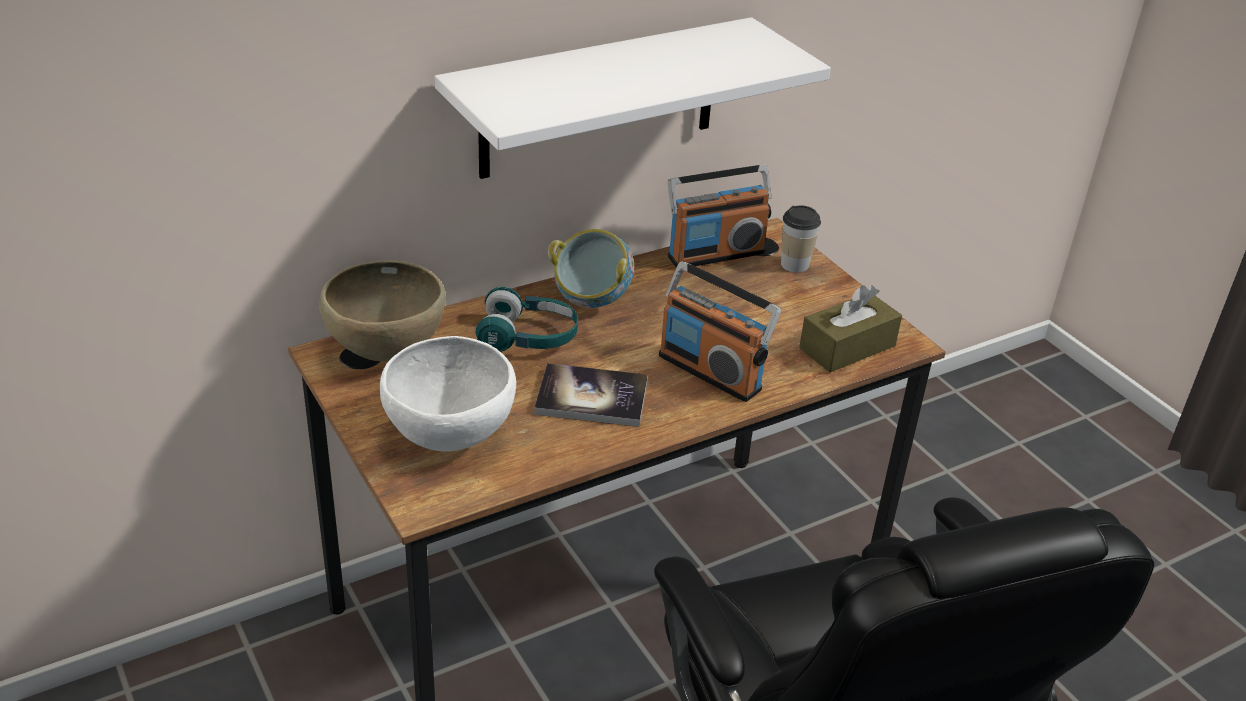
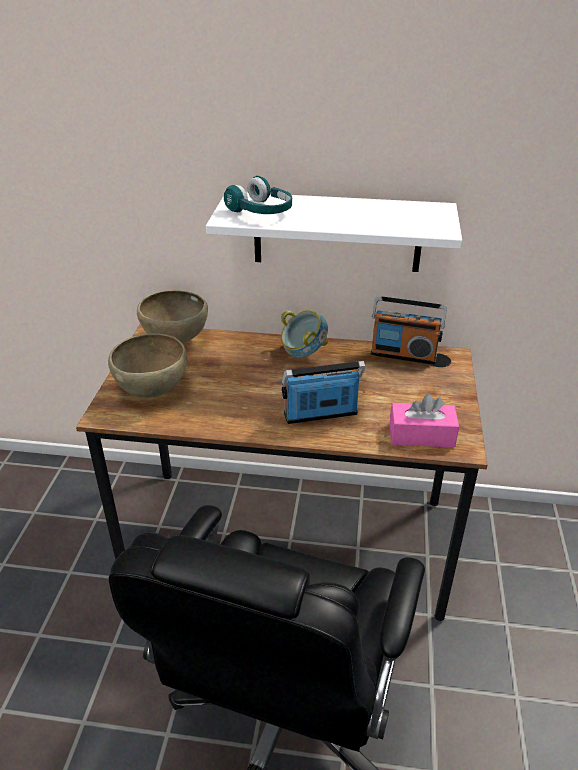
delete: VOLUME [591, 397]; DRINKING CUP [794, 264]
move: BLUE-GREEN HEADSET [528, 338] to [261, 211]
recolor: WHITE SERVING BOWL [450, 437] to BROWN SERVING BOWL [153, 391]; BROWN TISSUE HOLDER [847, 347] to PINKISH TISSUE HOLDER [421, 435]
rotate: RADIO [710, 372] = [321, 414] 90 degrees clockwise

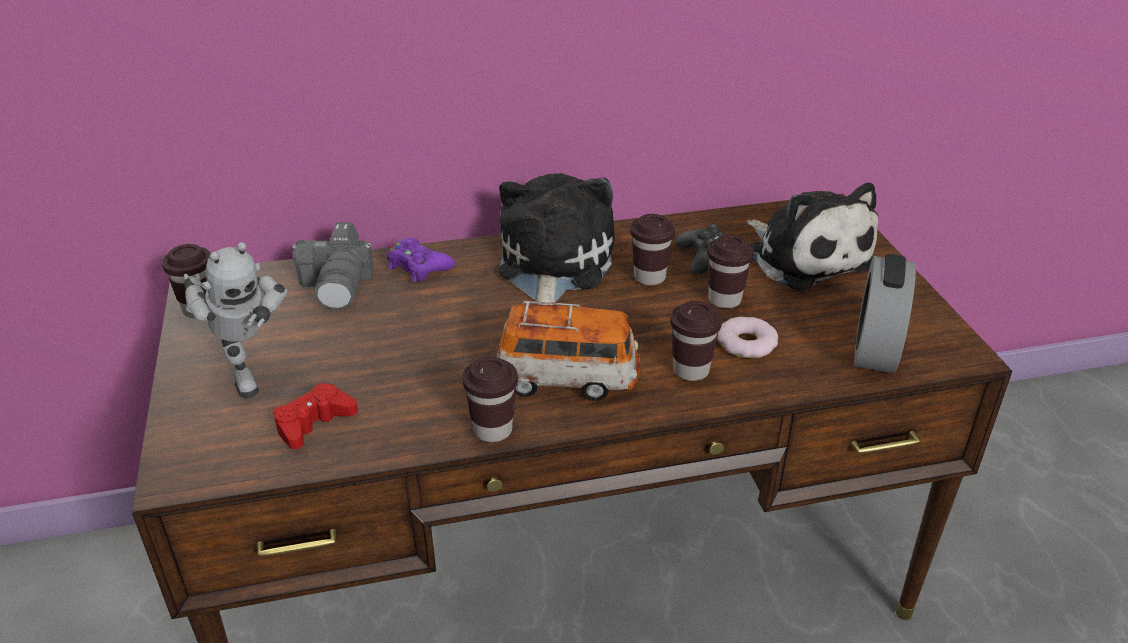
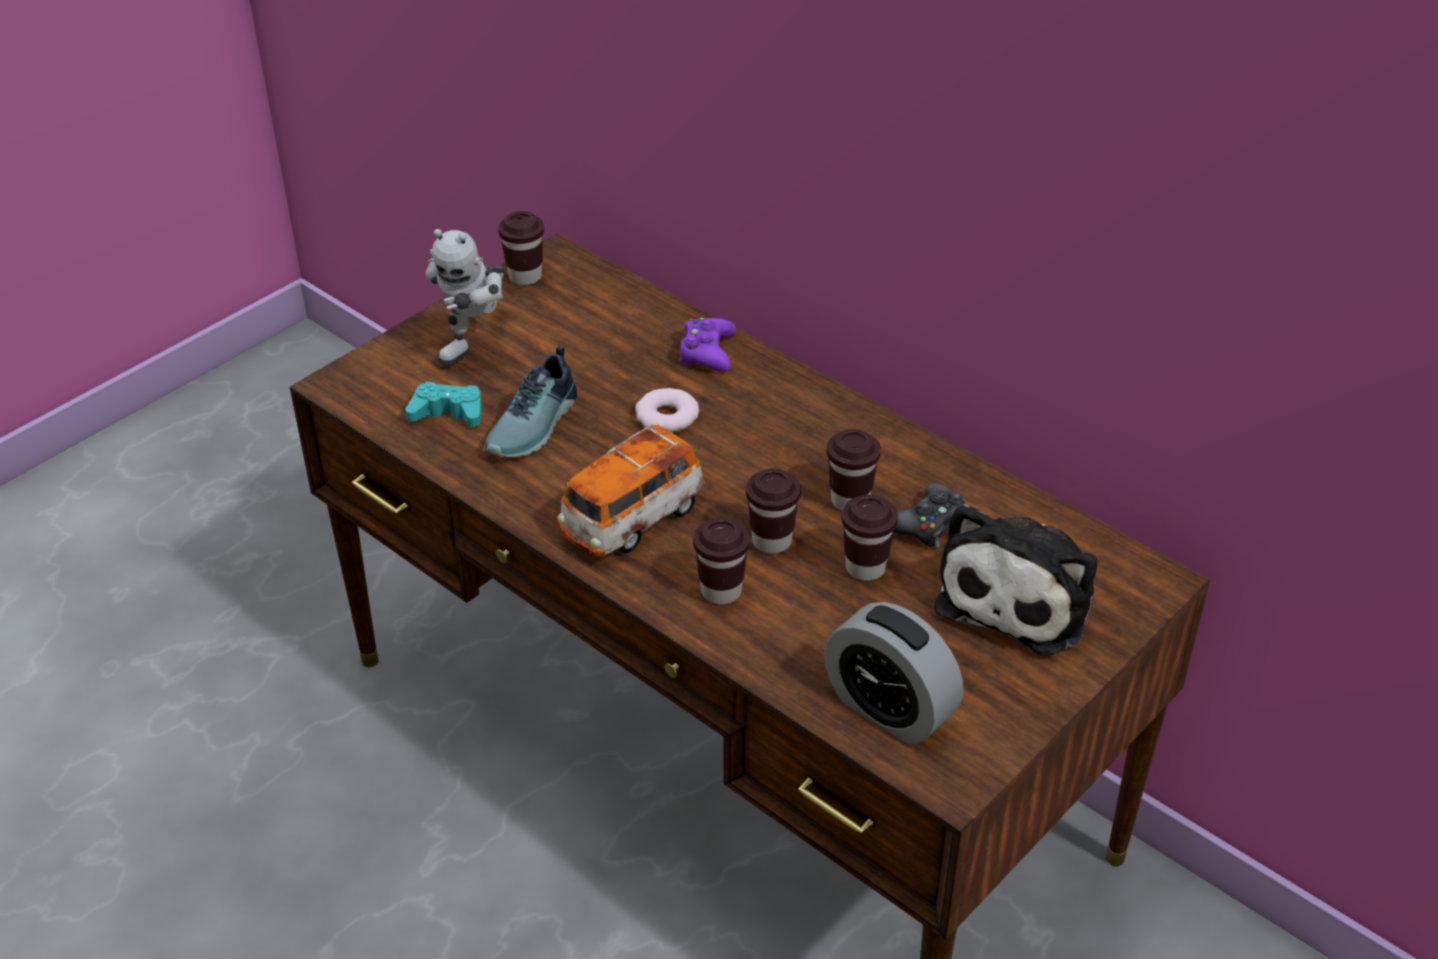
delete: PHOTO CAMERA [338, 285]; PLUSH TOY [552, 265]
insert: ITEM OF FOOTWEAR [536, 425]
move: BROWN DRINKING CUP [493, 430] to [771, 541]; DOUGHNUT [747, 343] to [667, 417]
recolor: RED GAME CONTROLLER [314, 423] to BLUE-GREEN GAME CONTROLLER [448, 413]
rotate: MODEL CAR [567, 379] = [632, 520] 75 degrees clockwise; ALARM CLOCK [875, 349] = [889, 709] 120 degrees counterclockwise

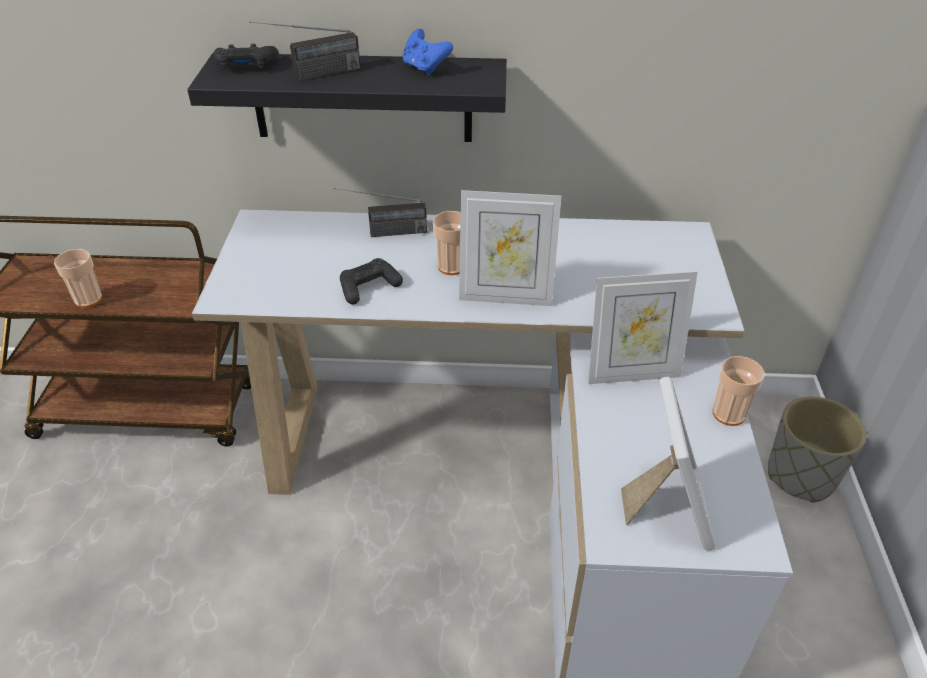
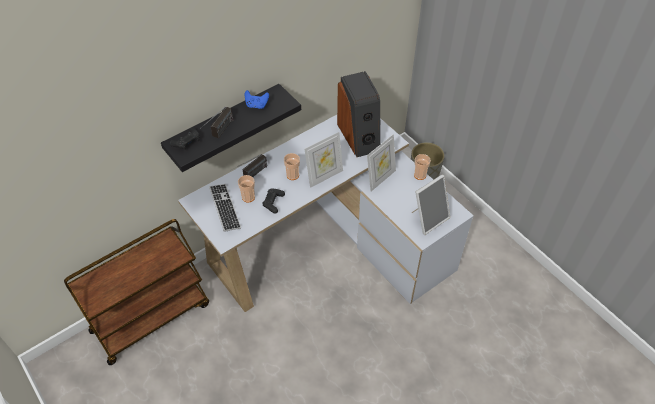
insert: PC KEYBOARD [225, 208]; SPEAKER [359, 136]
move: DRINKING CUP [88, 299] to [248, 197]
rotate: STANDING FRAME [667, 507] = [428, 218] 90 degrees clockwise

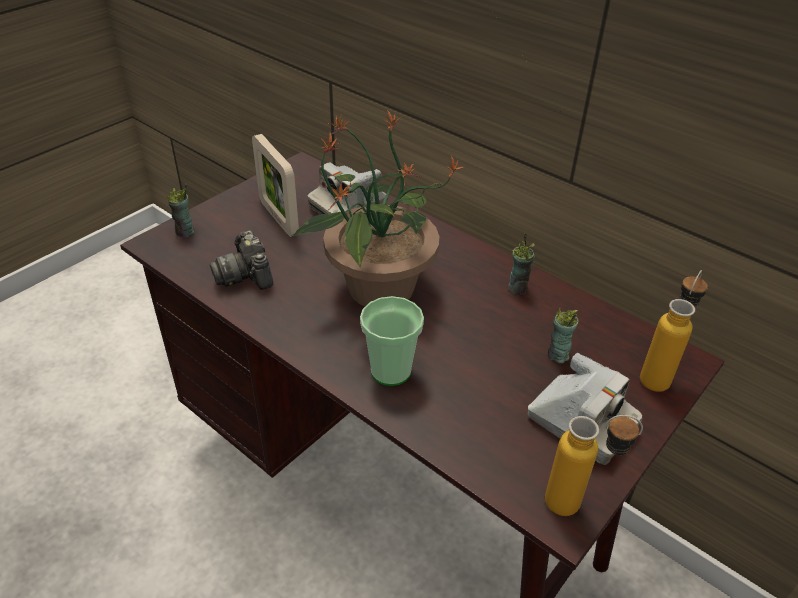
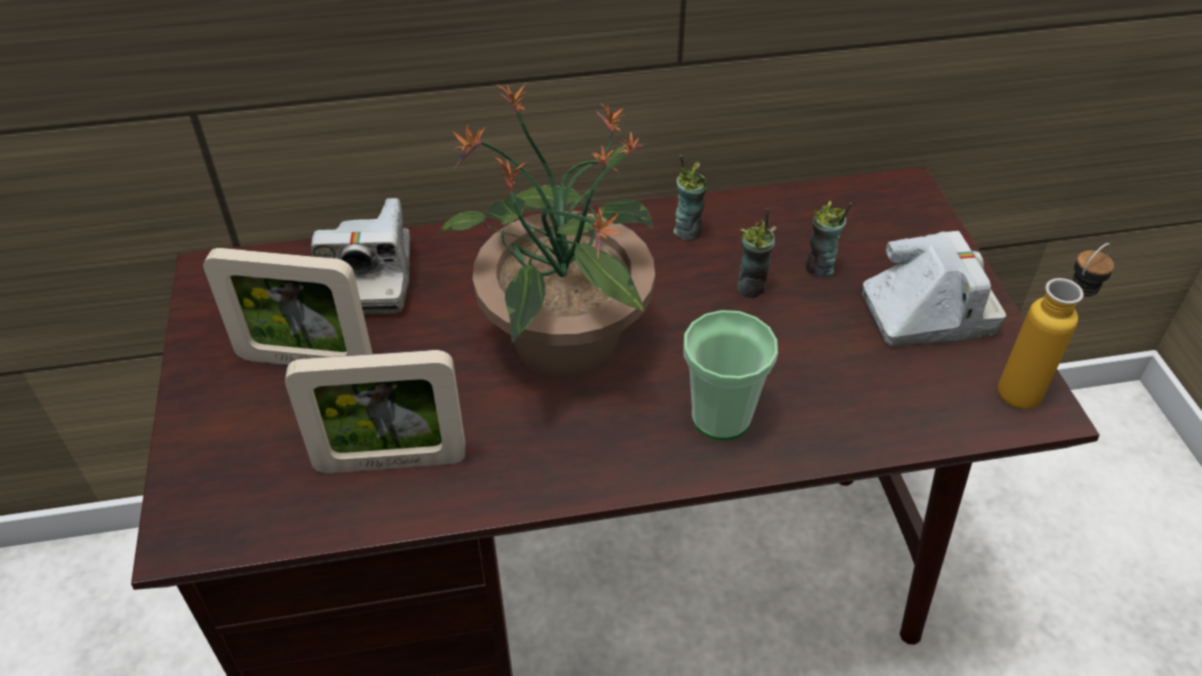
delete: BEVERAGE BOTTLE [659, 374]
move: DRINKING CUP [185, 232] to [751, 288]
replace: PHOTO CAMERA [246, 275] to STANDING FRAME [391, 462]

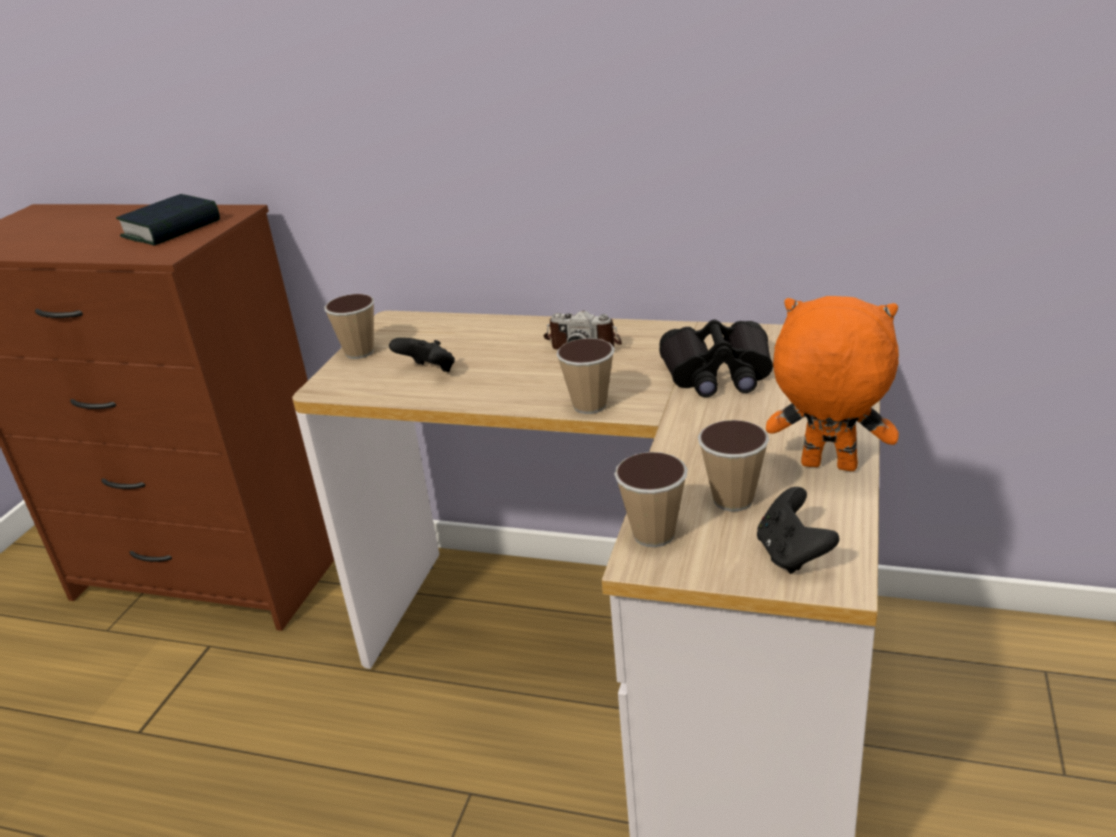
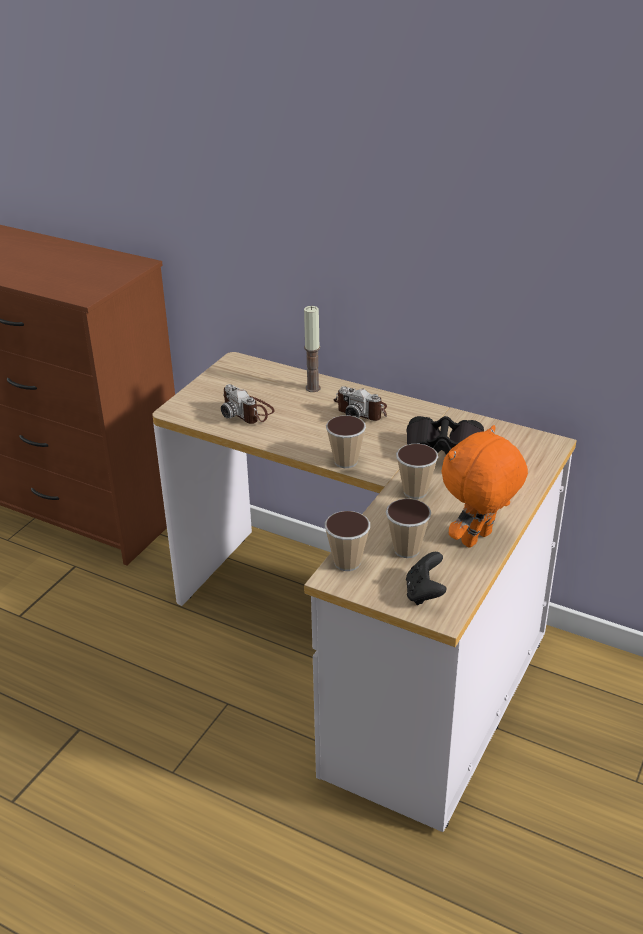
delete: VOLUME [172, 229]
insert: WAX CANDLE [313, 388]
move: DRINKING CUP [359, 352] to [415, 491]
replace: BLACKISH GAME CONTROLLER [428, 372] to PHOTO CAMERA [248, 412]
rotate: ORANGE-COLOURED PLUSH TOY [827, 467] = [478, 540] 75 degrees counterclockwise

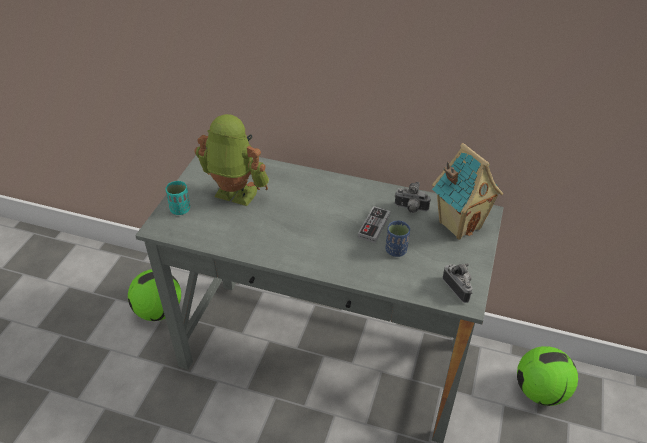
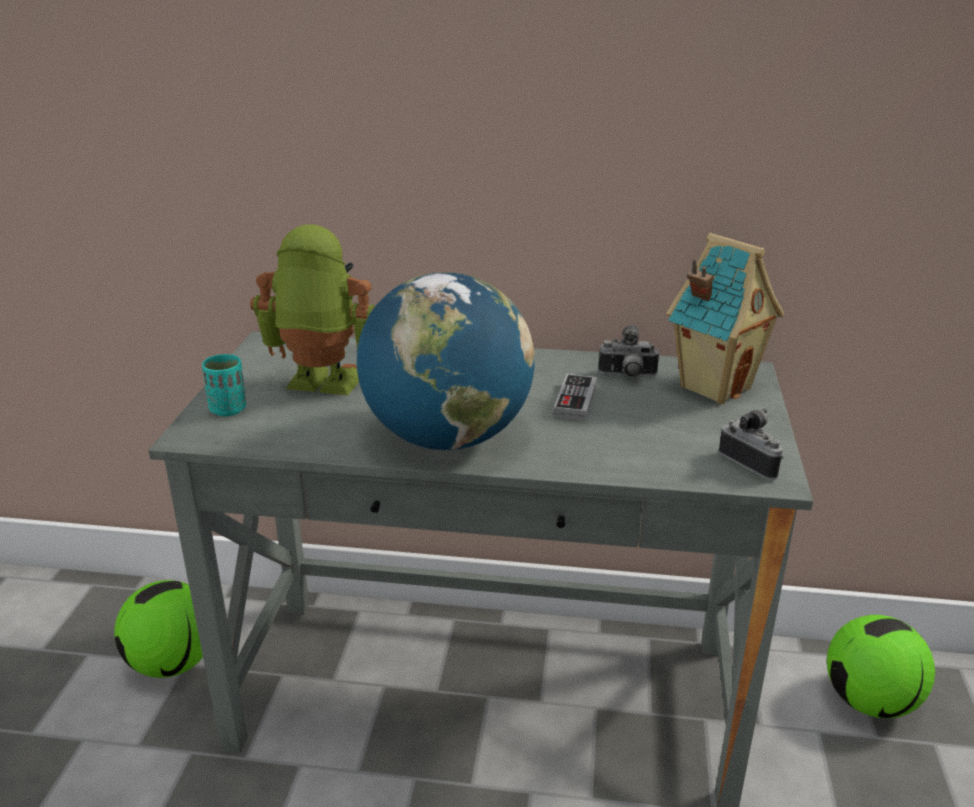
delete: BLUISH DRINKING CUP [396, 250]
insert: DESK GLOBE [447, 437]

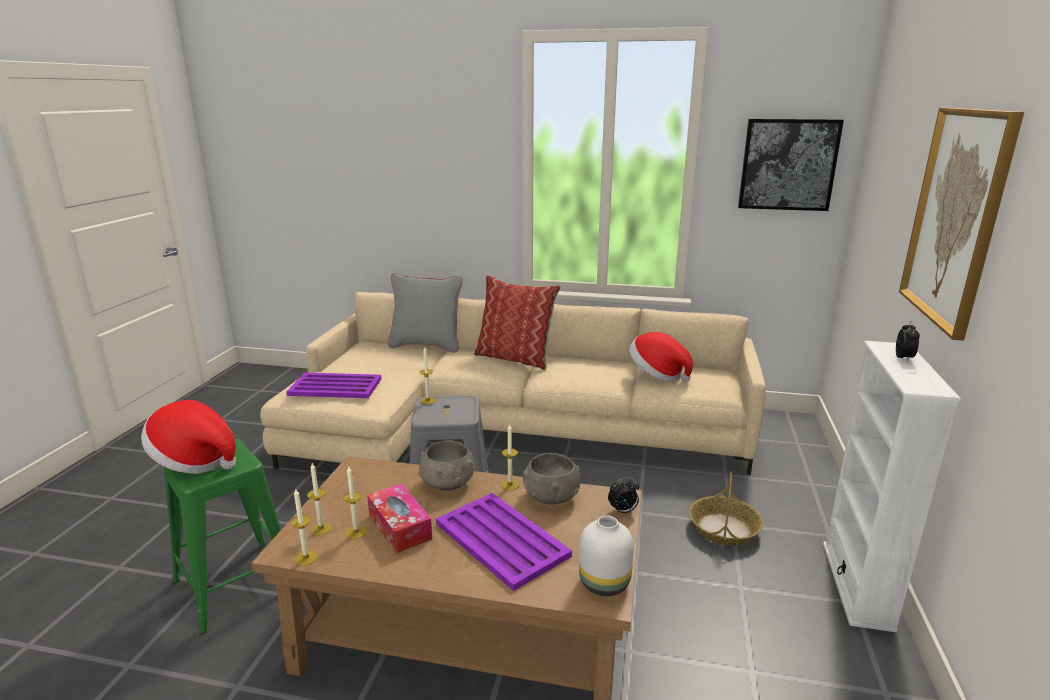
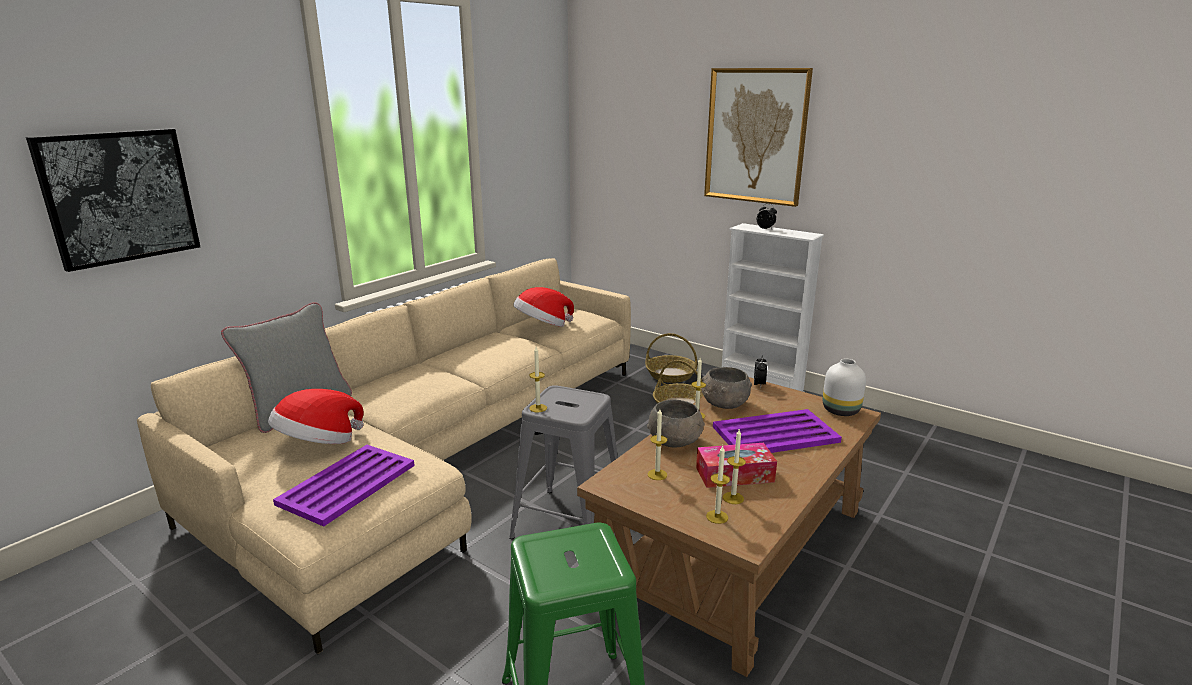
delete: PILLOW [515, 358]
insert: HOUSEHOLD BASKET [670, 375]
move: CLOTHING HAT [195, 460] to [319, 444]; WAX CANDLE [306, 558] to [657, 474]; PICTURE [788, 164] to [119, 197]

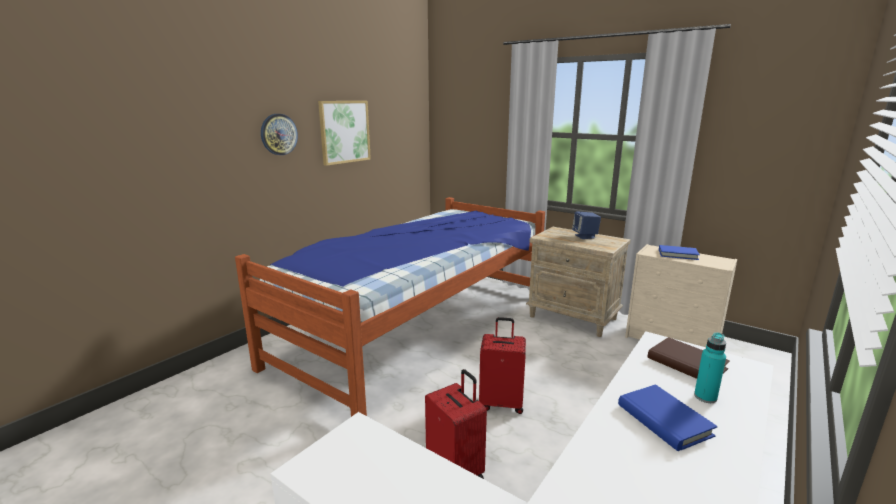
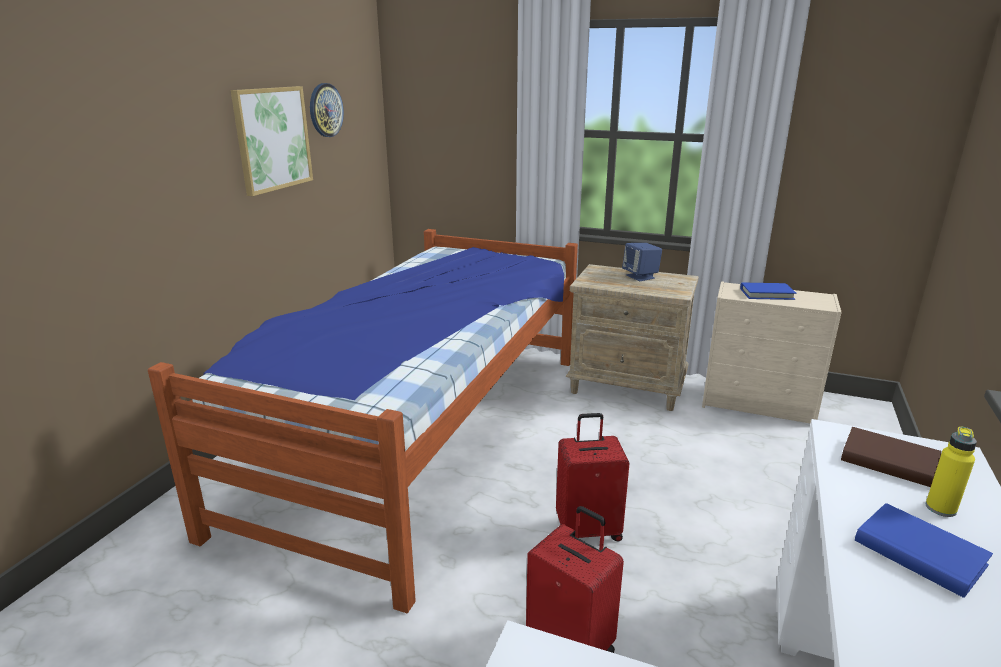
move: WALL CLOCK [278, 134] to [325, 110]
recolor: BLUE-GREEN BEVERAGE BOTTLE [705, 397] to YELLOWISH BEVERAGE BOTTLE [940, 508]

